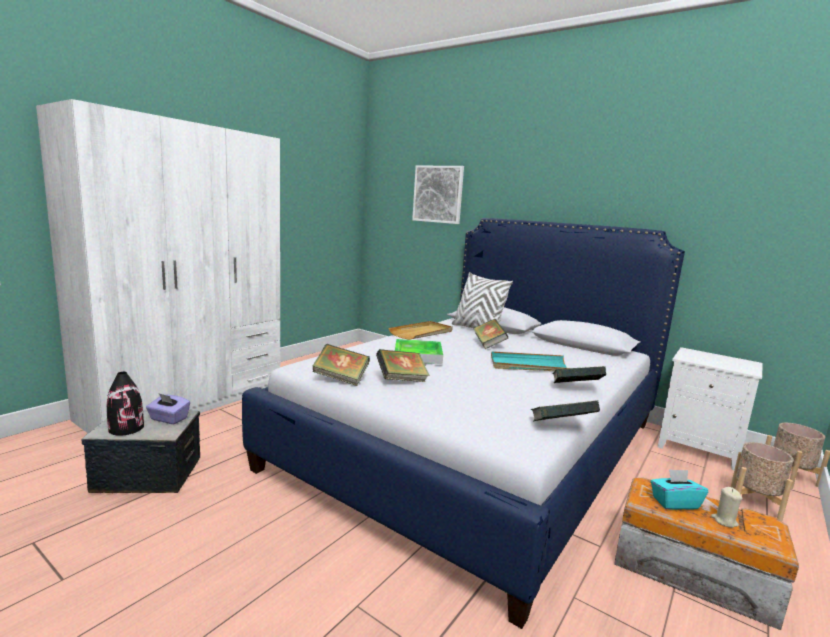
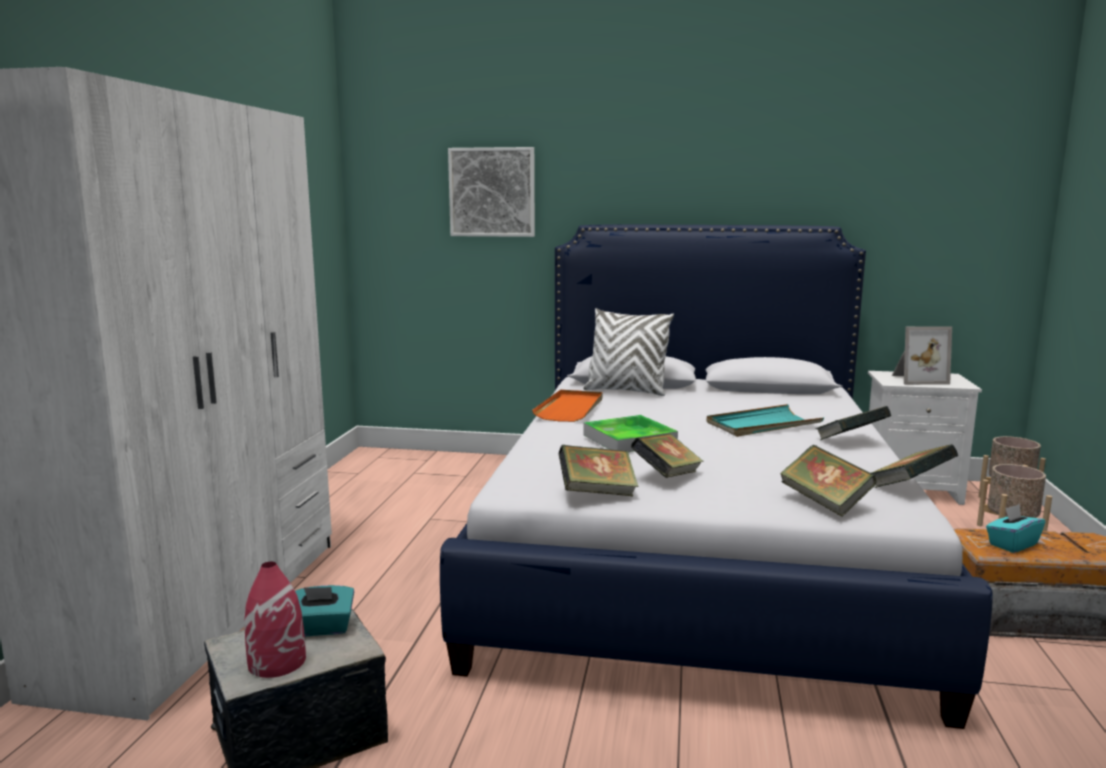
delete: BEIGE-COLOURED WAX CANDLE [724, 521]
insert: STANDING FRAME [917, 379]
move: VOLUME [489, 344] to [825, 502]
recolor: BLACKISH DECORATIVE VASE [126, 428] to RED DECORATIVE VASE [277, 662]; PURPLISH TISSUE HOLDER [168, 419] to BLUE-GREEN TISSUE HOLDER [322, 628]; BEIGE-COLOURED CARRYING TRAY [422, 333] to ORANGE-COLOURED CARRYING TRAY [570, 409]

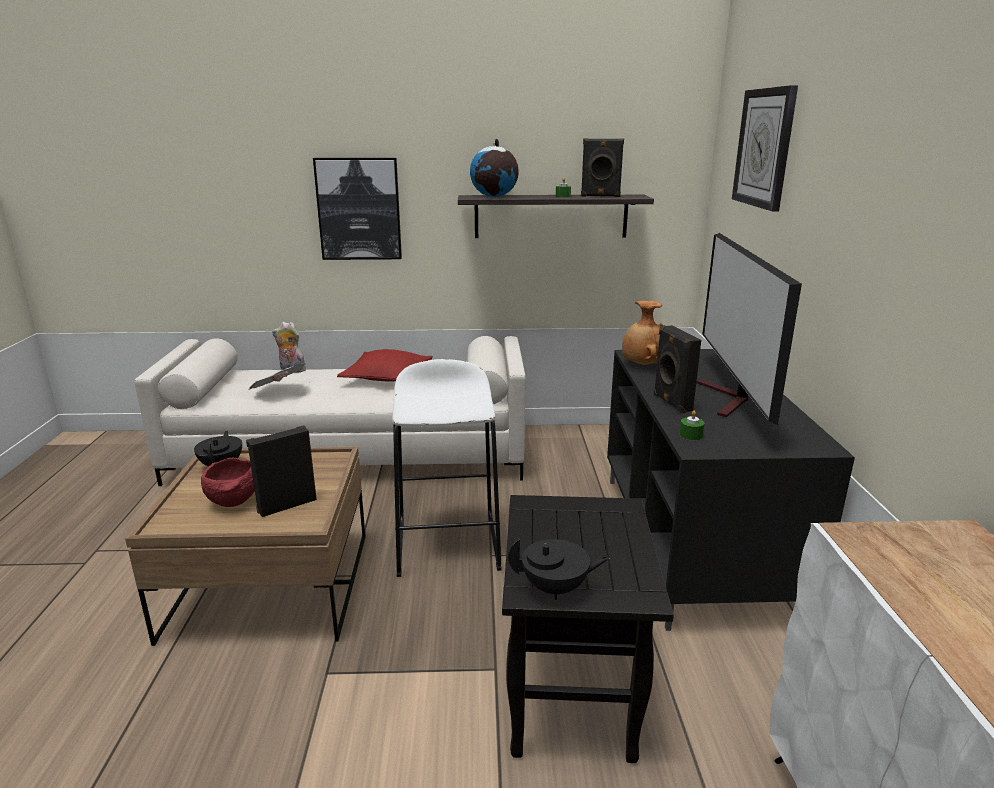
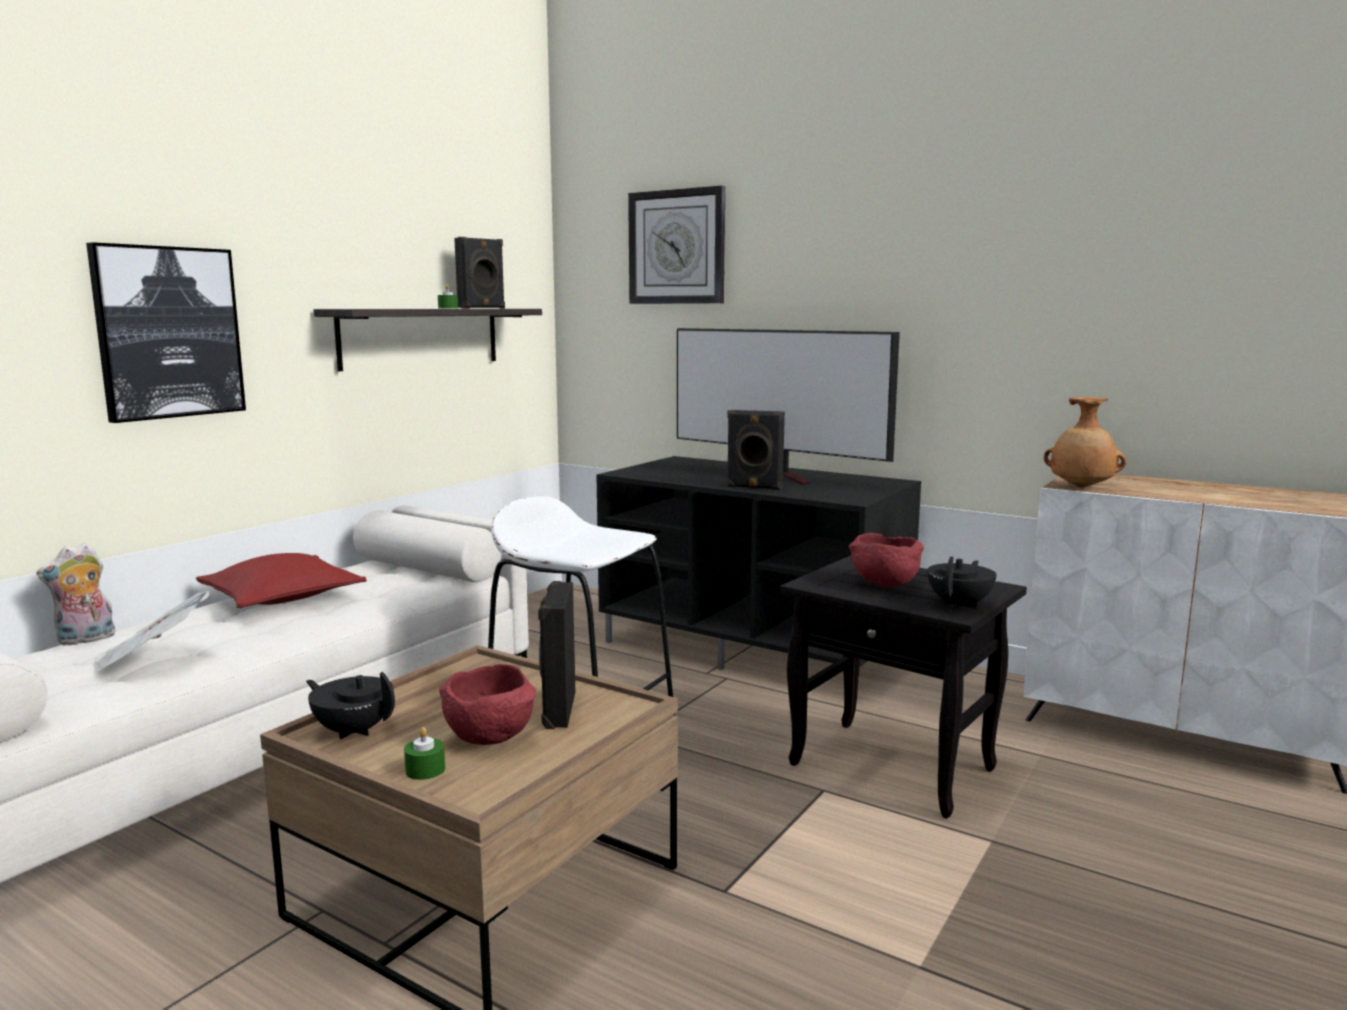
delete: DESK GLOBE [494, 196]
insert: RED SERVING BOWL [883, 585]
move: BROWN DECORATIVE VASE [642, 365] to [1081, 487]; GREEN WAX CANDLE [691, 435] to [425, 770]

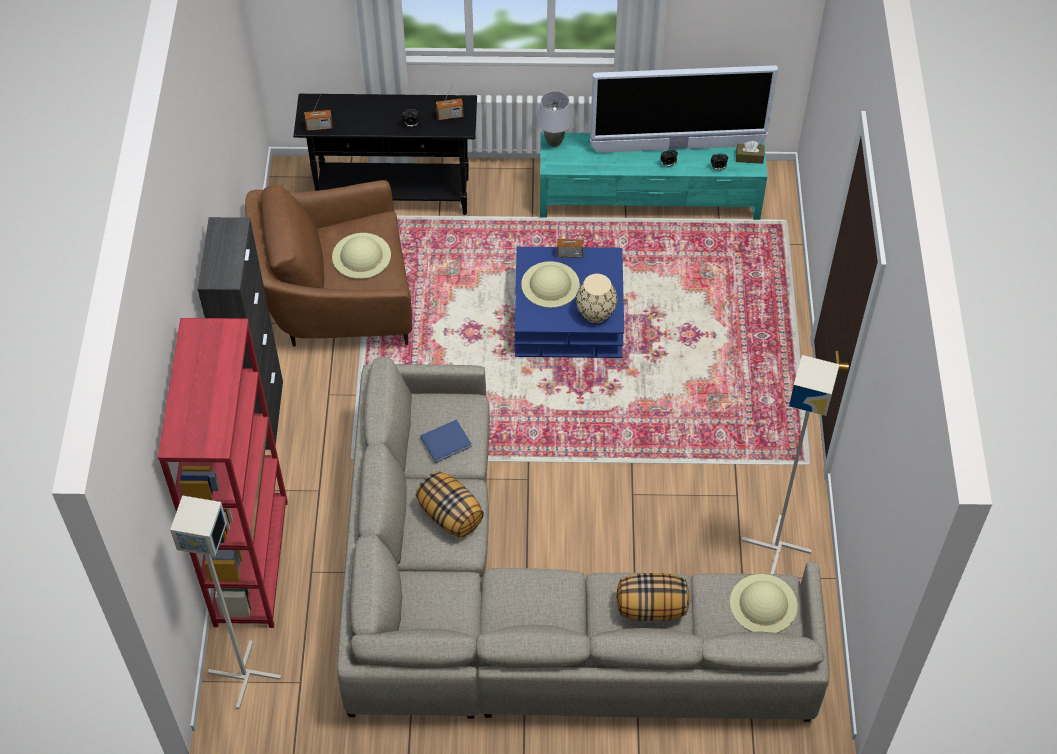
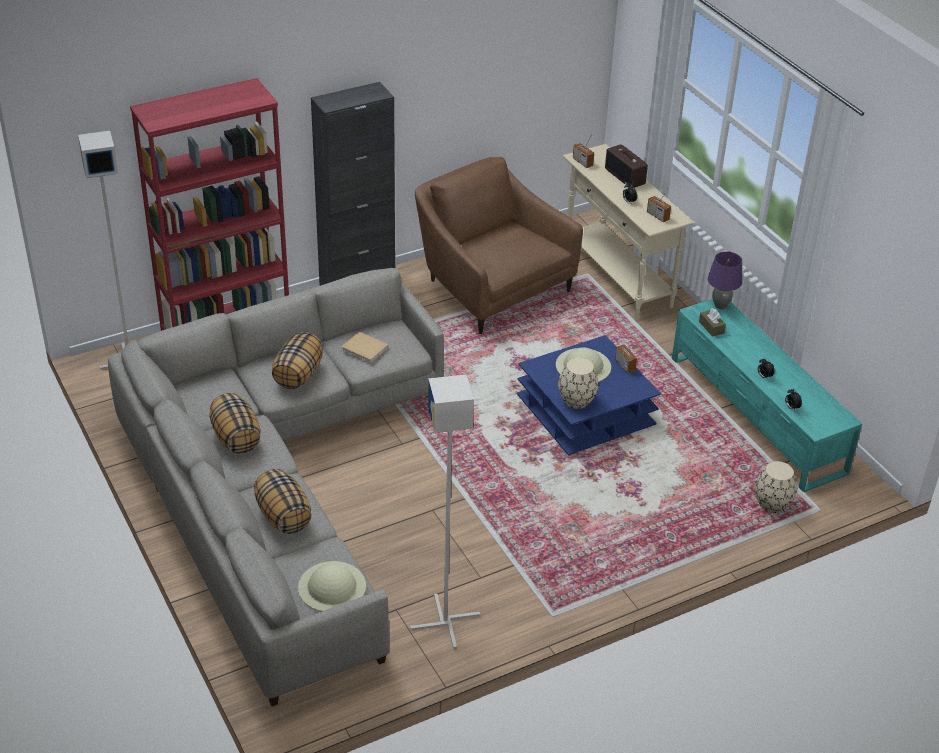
delete: BEIGE-COLOURED CLOTHING HAT [361, 255]; TV [677, 147]
insert: PILLOW [235, 438]; RADIO [625, 176]; BEIGE-COLOURED DECORATIVE VASE [771, 504]
move: BROWN TISSUE HOLDER [749, 157] to [711, 327]
recolor: BLACKISH HALL TABLE [394, 196] to BEIGE-COLOURED HALL TABLE [617, 277]; BLUISH VOLUME [447, 441] to BEIGE-COLOURED VOLUME [365, 349]; GREYISH LAMP FOR A TABLE [554, 142] to PURPLISH LAMP FOR A TABLE [720, 305]

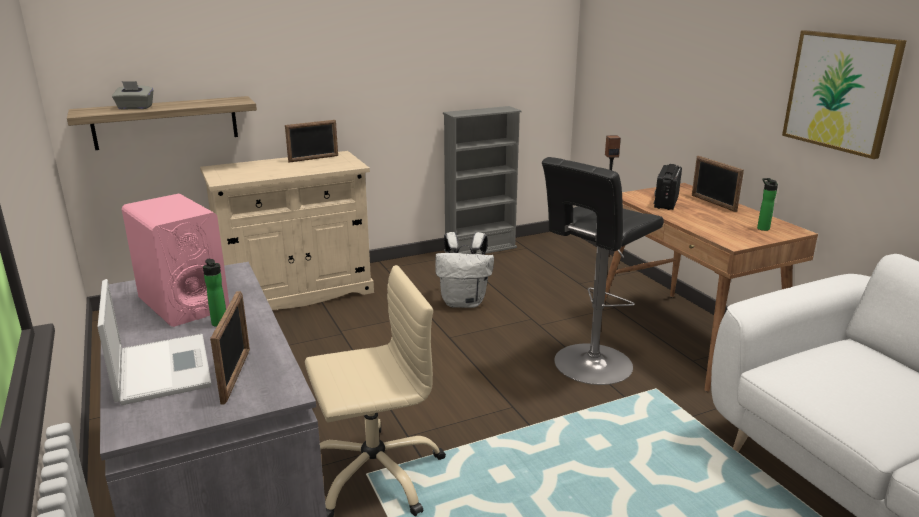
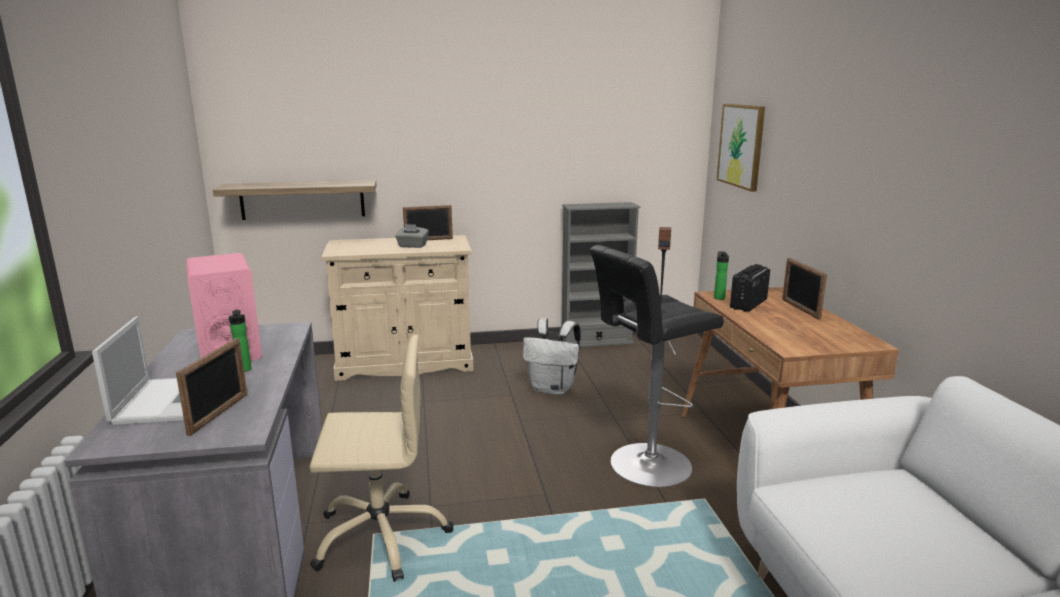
move: GREYISH TISSUE HOLDER [135, 108] to [412, 246]; BEVERAGE BOTTLE [762, 228] to [719, 297]; PICTURE [841, 92] to [741, 145]

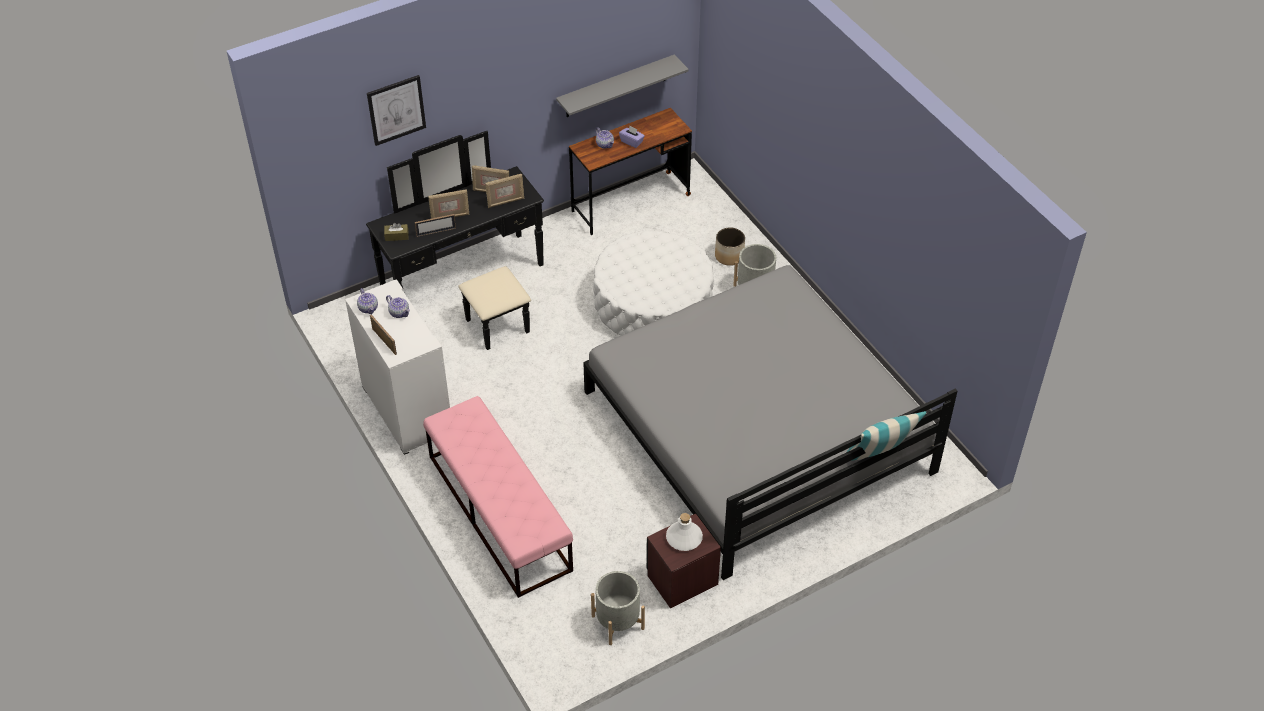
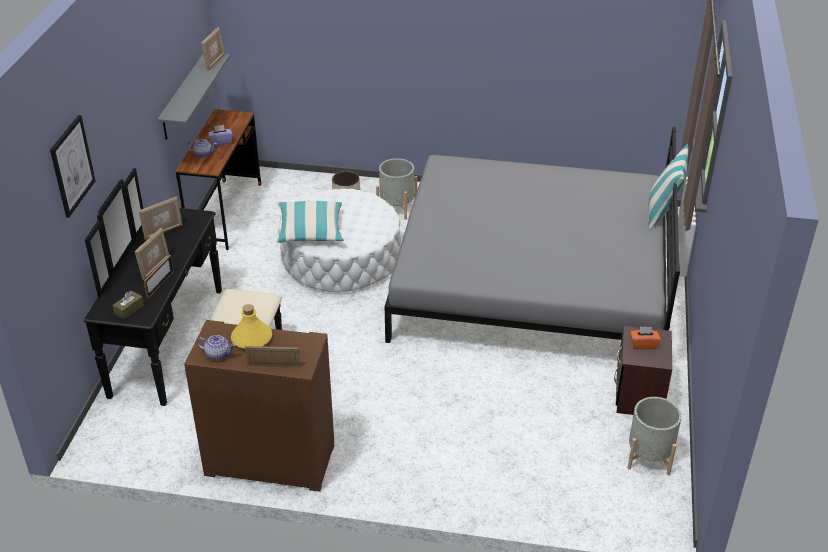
delete: PINKISH BENCH [499, 512]
insert: PILLOW [310, 230]
move: STANDING FRAME [505, 202] to [214, 62]
replace: TEA POT [399, 313] to YELLOWISH BEVERAGE BOTTLE [251, 338]; WHITE BEVERAGE BOTTLE [683, 538] to ORANGE-COLOURED TISSUE HOLDER [643, 344]
recolor: WHITE CUPBOARD [405, 409] to BROWN CUPBOARD [269, 461]

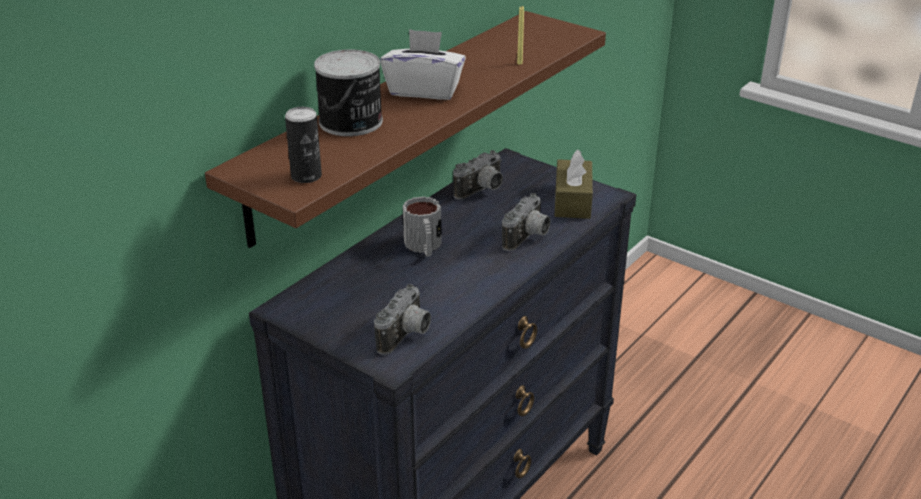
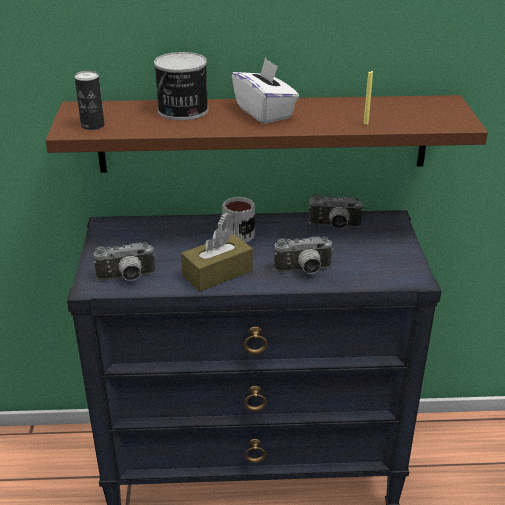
move: BROWN TISSUE HOLDER [572, 201] to [217, 273]

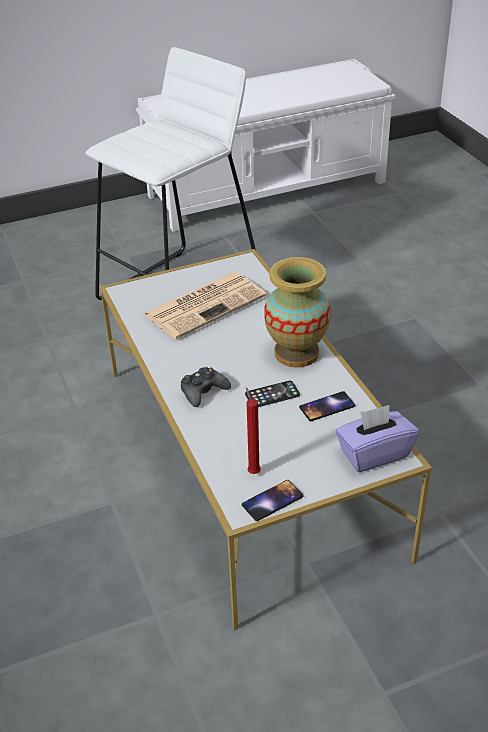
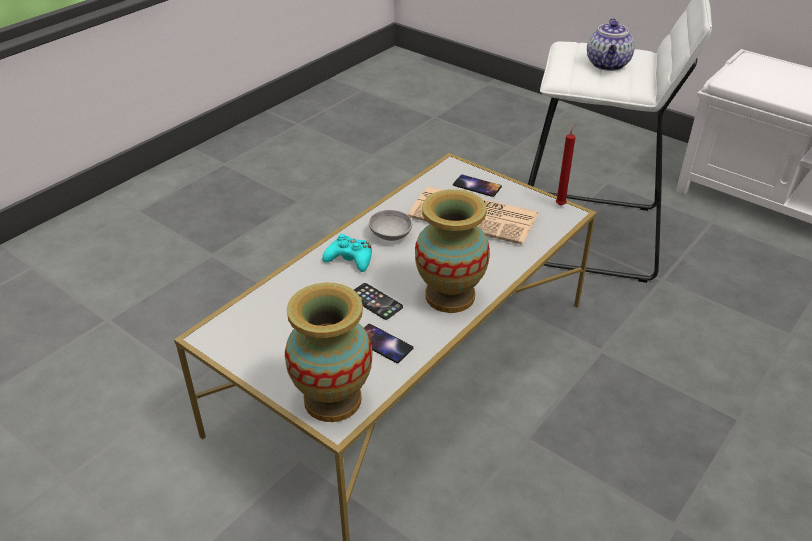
insert: GREYISH SERVING BOWL [390, 235]; TEA POT [608, 65]
move: TELEPHONE [272, 500] to [477, 186]; RED WAX CANDLE [253, 471] to [561, 204]
replace: PURPLISH TISSUE HOLDER [374, 454] to DECORATIVE VASE [332, 400]
recolor: BLACKISH GAME CONTROLLER [203, 391] to BLUE-GREEN GAME CONTROLLER [350, 259]

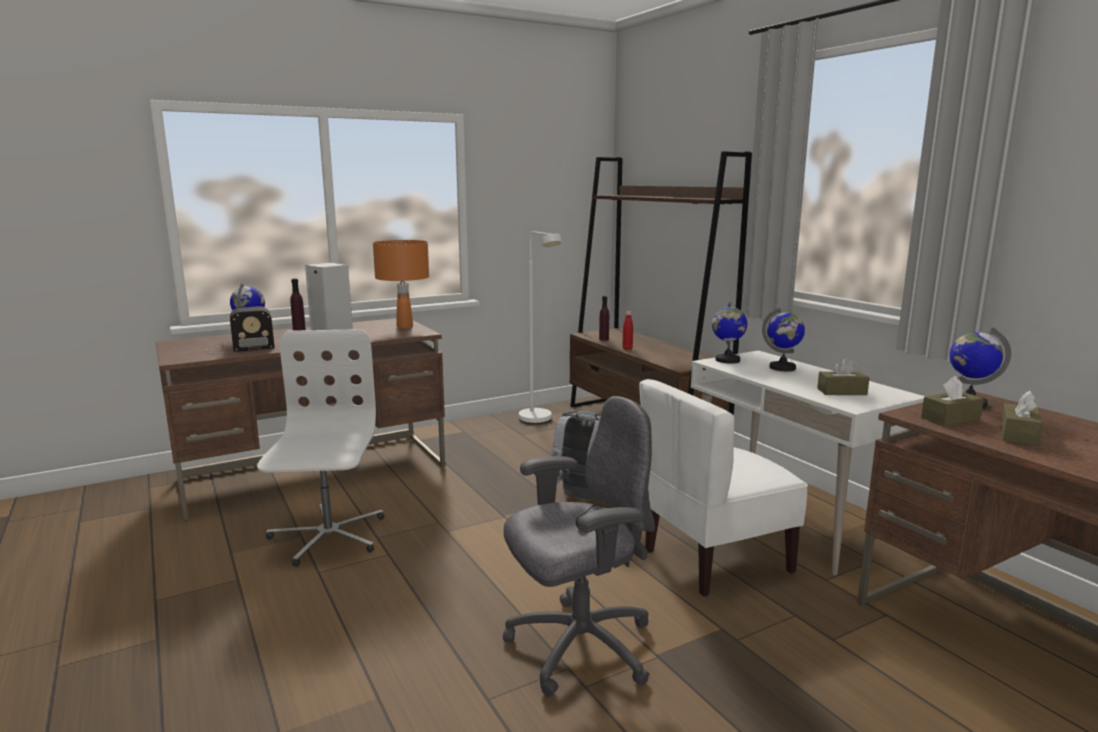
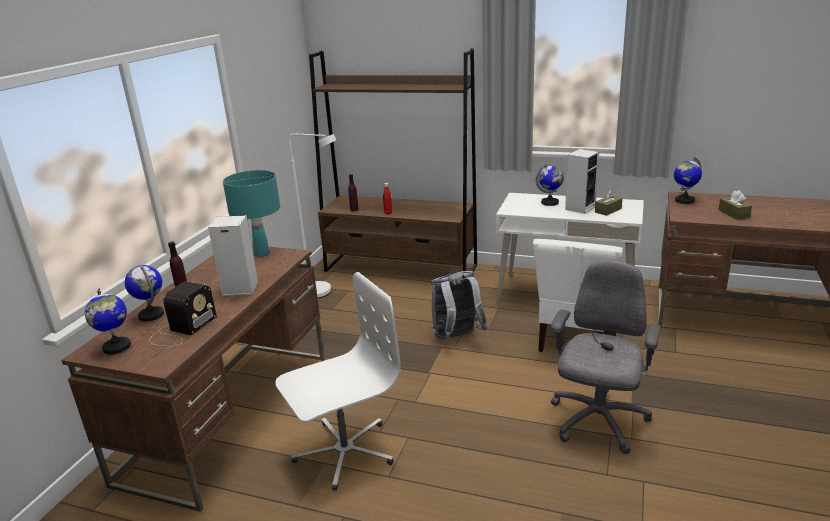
delete: BROWN TISSUE HOLDER [950, 418]
insert: SPEAKER [580, 207]
move: DESK GLOBE [727, 360] to [116, 347]
recolor: ORANGE-COLOURED LAMP FOR A TABLE [404, 327] to BLUE-GREEN LAMP FOR A TABLE [262, 254]
rotate: WHITE OFFICE CHAIR [327, 536] = [344, 451] 105 degrees clockwise

